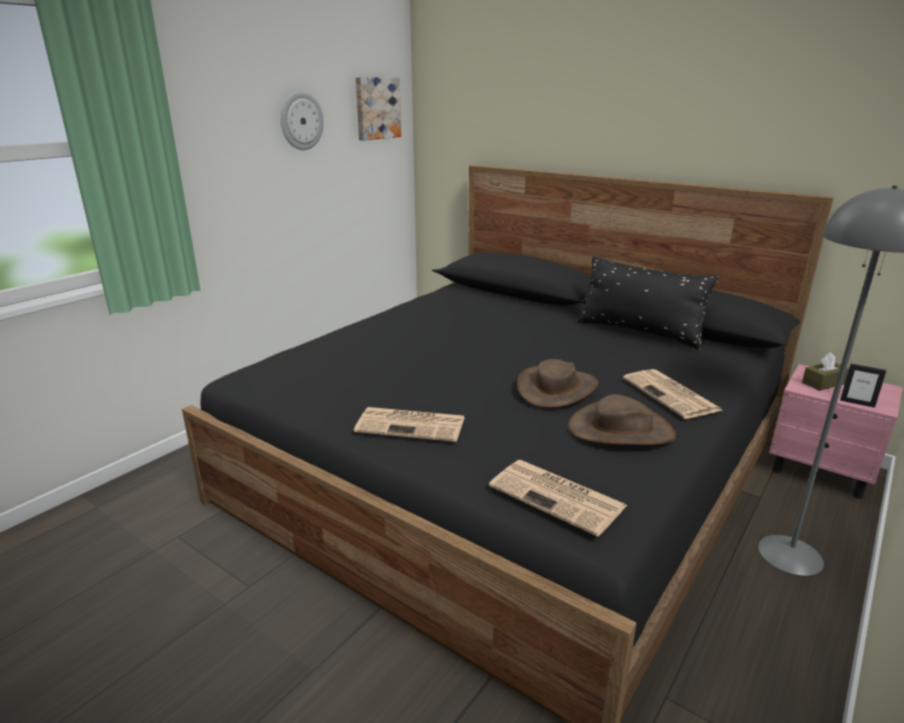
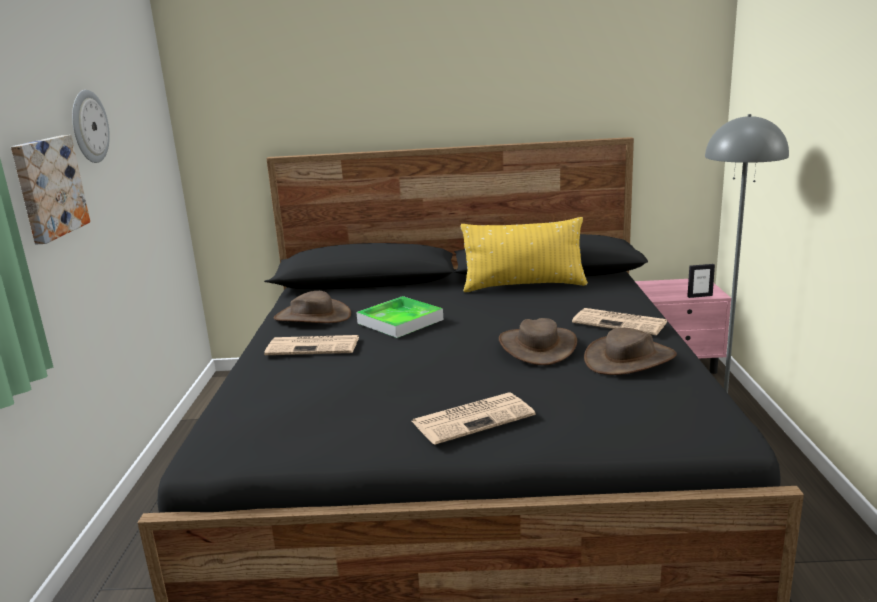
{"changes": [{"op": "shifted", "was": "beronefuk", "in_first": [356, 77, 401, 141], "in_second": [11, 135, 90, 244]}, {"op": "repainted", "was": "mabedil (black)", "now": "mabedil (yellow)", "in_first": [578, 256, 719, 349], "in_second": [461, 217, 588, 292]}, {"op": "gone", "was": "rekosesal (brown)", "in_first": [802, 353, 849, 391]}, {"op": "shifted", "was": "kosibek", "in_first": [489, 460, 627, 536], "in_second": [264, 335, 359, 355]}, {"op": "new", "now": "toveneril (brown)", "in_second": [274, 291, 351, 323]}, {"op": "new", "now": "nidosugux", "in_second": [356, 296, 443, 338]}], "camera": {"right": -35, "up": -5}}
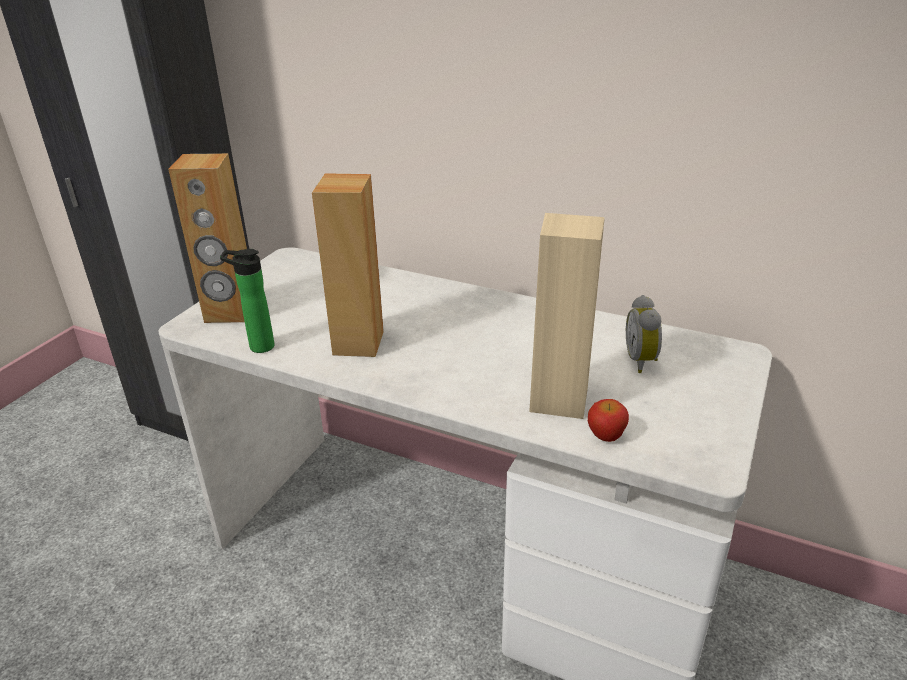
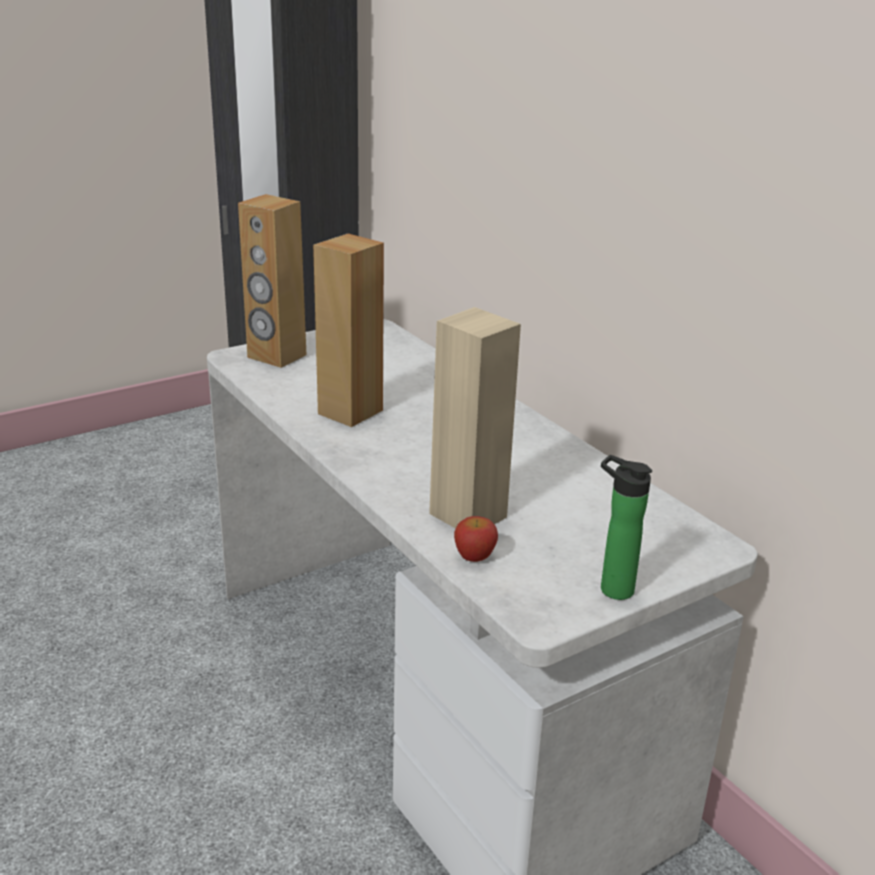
{"changes": [{"op": "shifted", "was": "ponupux", "in_first": [220, 249, 275, 353], "in_second": [601, 455, 652, 600]}, {"op": "gone", "was": "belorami", "in_first": [626, 295, 662, 373]}], "camera": {"right": 30, "up": -5}}
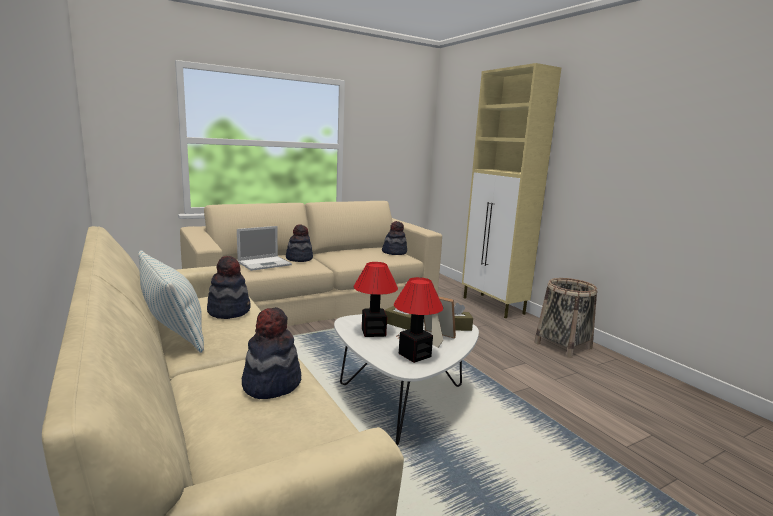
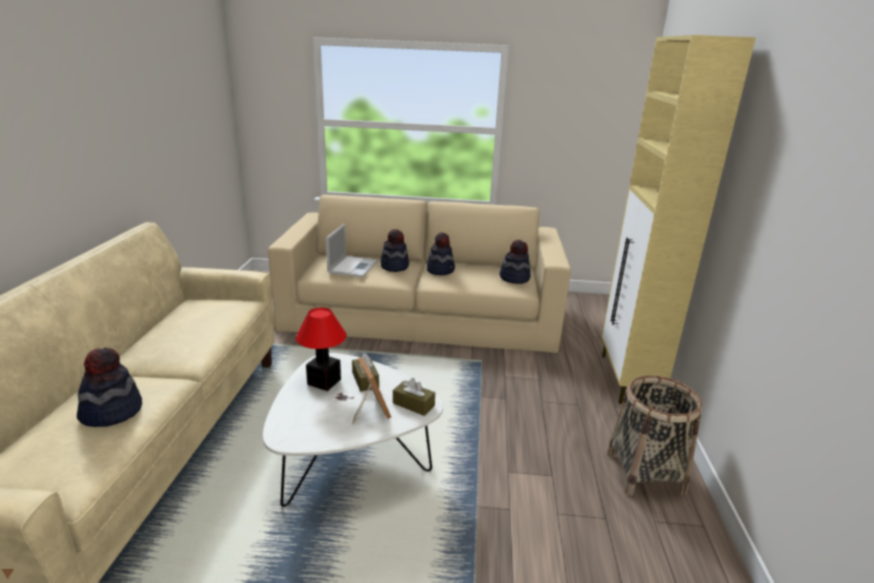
{"changes": [{"op": "rotated", "was": "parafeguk", "in_first": [237, 226, 292, 271], "in_second": [326, 224, 378, 278], "clockwise": -75}, {"op": "gone", "was": "mabedil", "in_first": [138, 250, 204, 353]}, {"op": "shifted", "was": "toveneril", "in_first": [207, 256, 251, 319], "in_second": [426, 232, 455, 275]}, {"op": "gone", "was": "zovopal", "in_first": [394, 277, 443, 363]}], "camera": {"right": 35, "up": 10}}
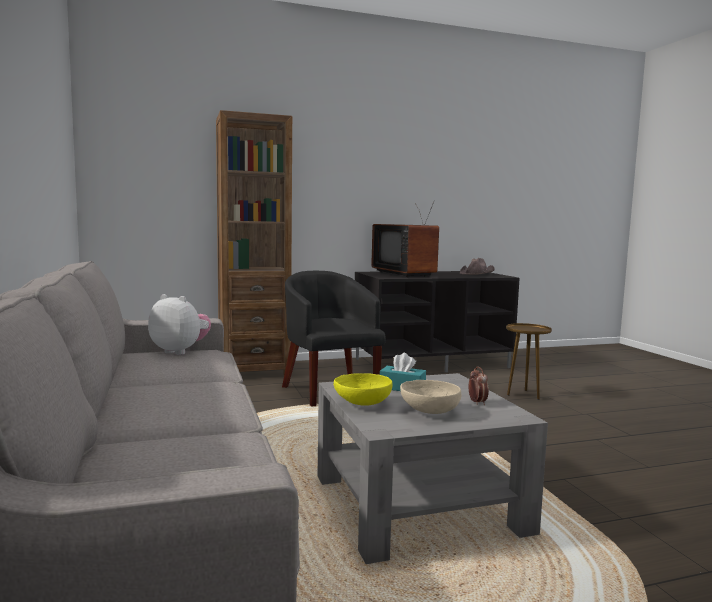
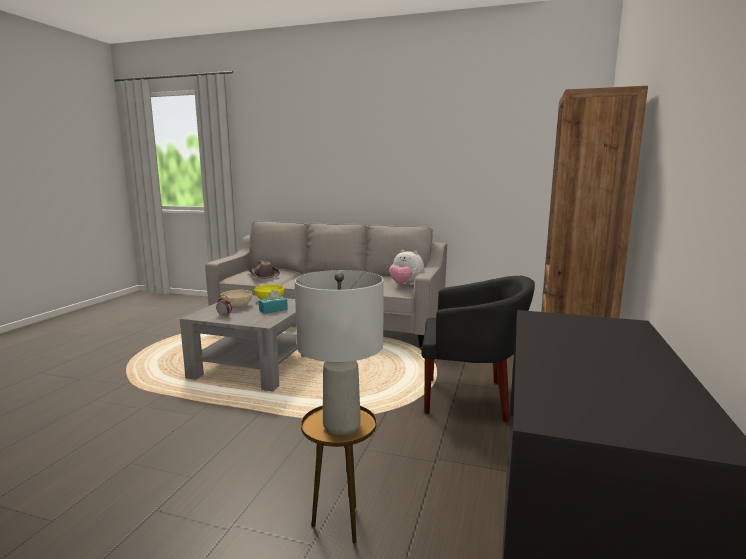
{"changes": [{"op": "gone", "was": "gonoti", "in_first": [371, 200, 439, 277]}, {"op": "shifted", "was": "toveneril (brown)", "in_first": [460, 258, 495, 275], "in_second": [248, 260, 280, 278]}, {"op": "rotated", "was": "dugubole", "in_first": [148, 294, 211, 355], "in_second": [389, 250, 424, 285], "clockwise": 60}, {"op": "new", "now": "zovopal (grey)", "in_second": [295, 270, 384, 435]}], "camera": {"right": 125, "up": 5}}
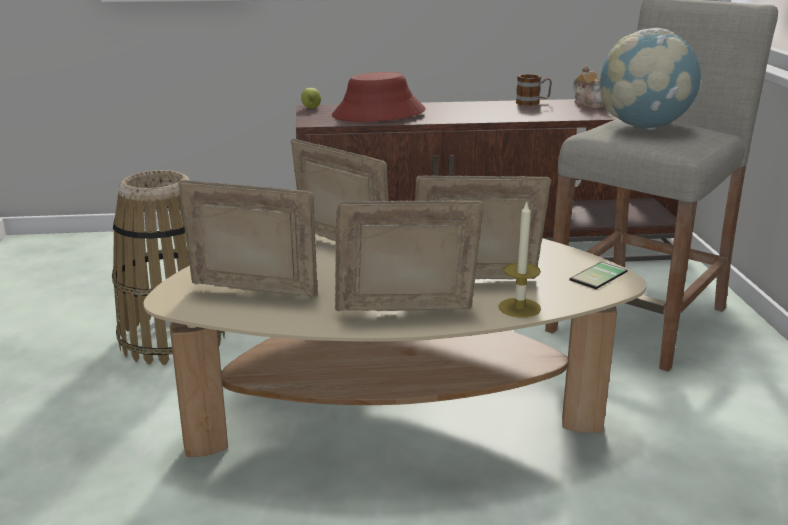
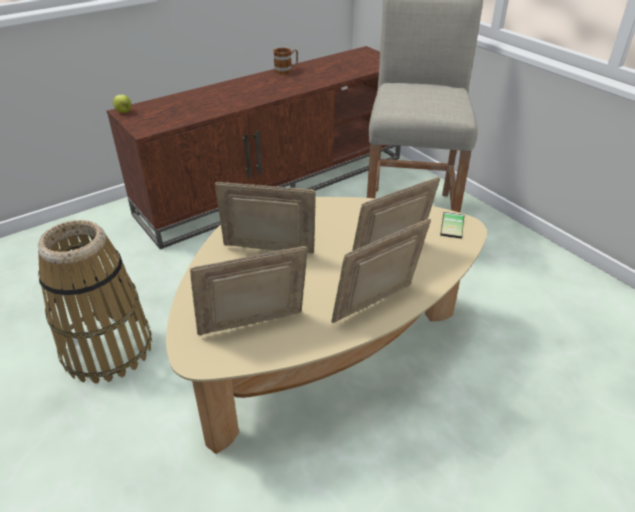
{"changes": [{"op": "gone", "was": "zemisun", "in_first": [600, 28, 702, 130]}, {"op": "gone", "was": "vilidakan", "in_first": [573, 66, 605, 108]}, {"op": "gone", "was": "toveneril (red)", "in_first": [332, 72, 426, 122]}, {"op": "gone", "was": "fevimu", "in_first": [499, 201, 541, 317]}], "camera": {"right": -30, "up": 15}}
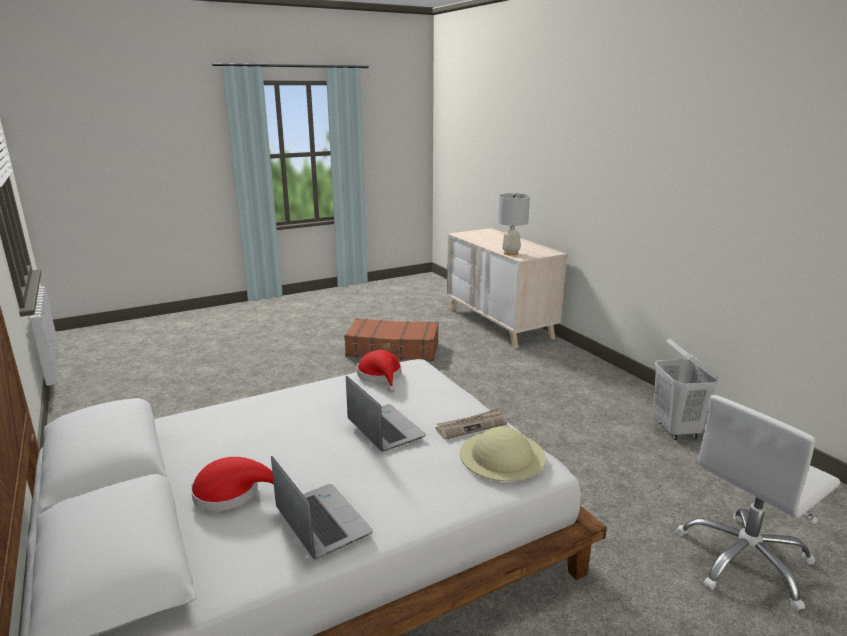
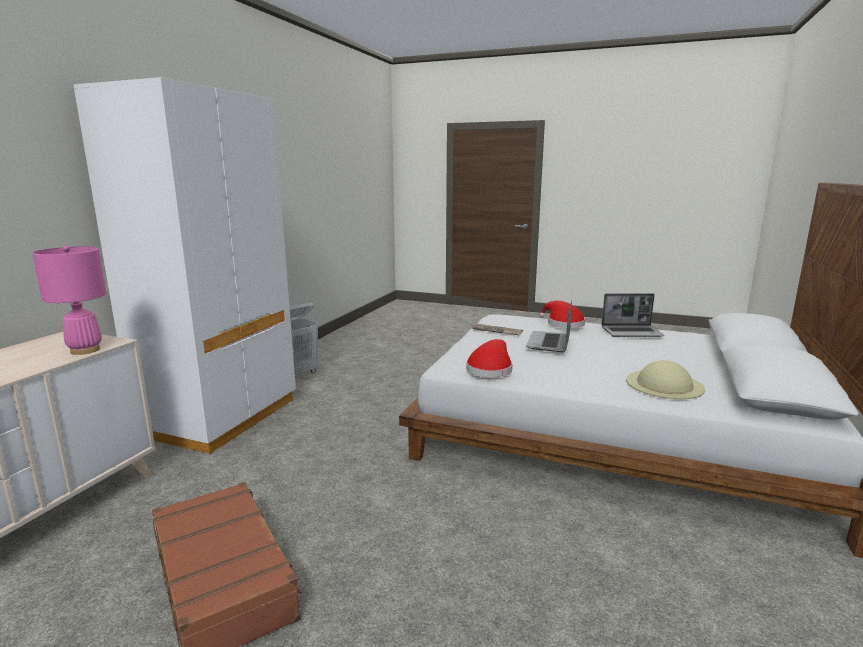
{"changes": [{"op": "repainted", "was": "zovopal (white)", "now": "zovopal (pink)", "in_first": [497, 193, 530, 256], "in_second": [32, 246, 106, 355]}, {"op": "gone", "was": "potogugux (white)", "in_first": [676, 395, 840, 611]}, {"op": "shifted", "was": "toveneril (beige)", "in_first": [460, 427, 546, 482], "in_second": [626, 360, 705, 399]}, {"op": "rotated", "was": "parafeguk", "in_first": [271, 456, 373, 559], "in_second": [602, 293, 664, 337], "clockwise": -105}, {"op": "shifted", "was": "toveneril (red)", "in_first": [191, 457, 274, 511], "in_second": [539, 301, 585, 328]}, {"op": "new", "now": "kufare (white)", "in_second": [73, 77, 296, 454]}], "camera": {"right": -130, "up": -5}}
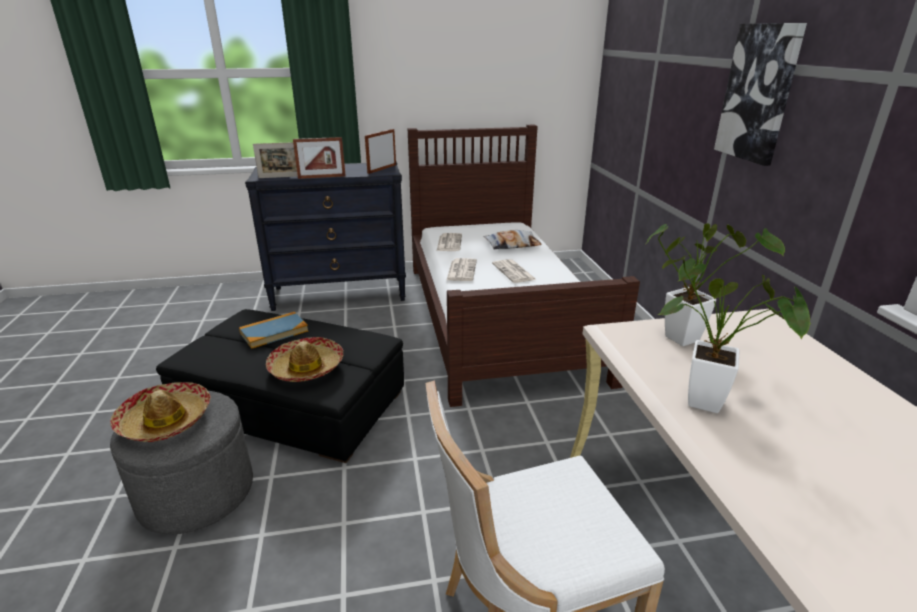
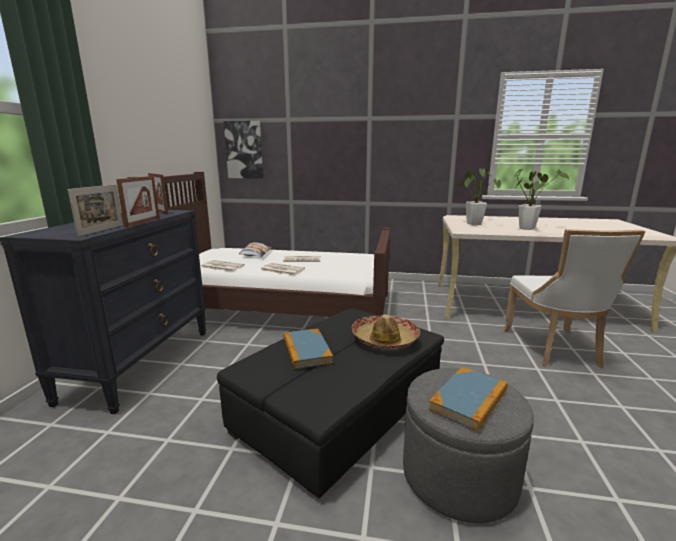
{"changes": [{"op": "shifted", "was": "beronefuk", "in_first": [714, 23, 807, 166], "in_second": [224, 121, 263, 179]}, {"op": "swapped", "was": "toveneril", "now": "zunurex", "in_first": [110, 382, 211, 442], "in_second": [428, 367, 508, 431]}], "camera": {"right": -70, "up": -10}}
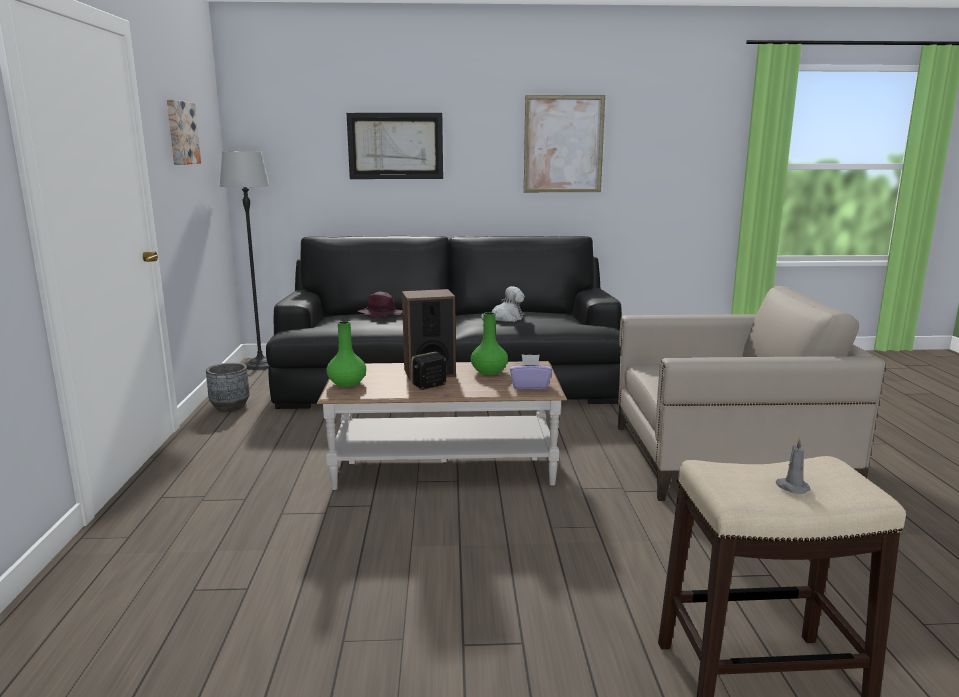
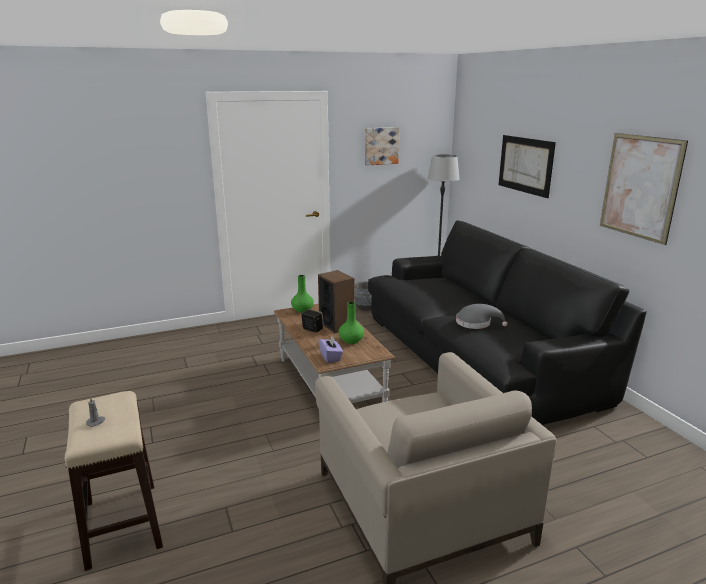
{"changes": [{"op": "swapped", "was": "dugubole", "now": "toveneril (grey)", "in_first": [481, 286, 525, 322], "in_second": [456, 304, 508, 329]}, {"op": "gone", "was": "toveneril (purple)", "in_first": [357, 291, 403, 318]}], "camera": {"right": 70, "up": 5}}
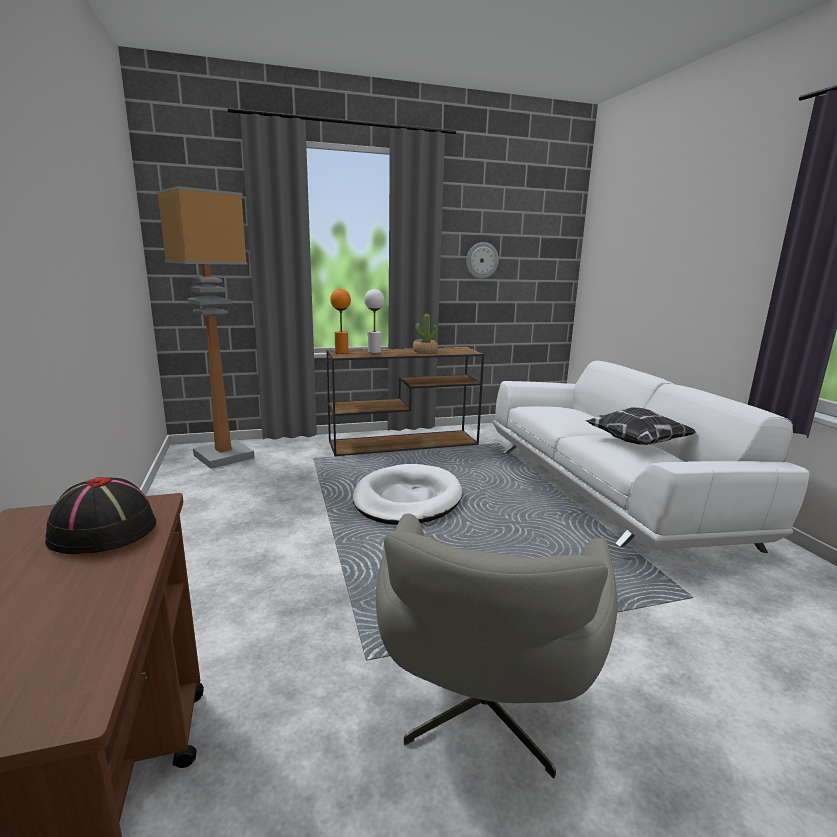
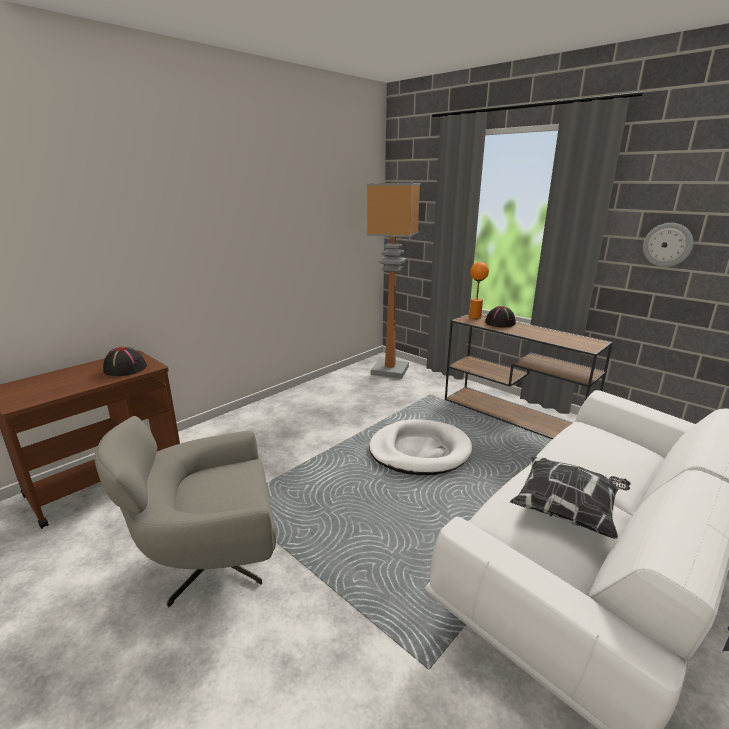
{"changes": [{"op": "swapped", "was": "zovopal (white)", "now": "toveneril (black)", "in_first": [364, 289, 385, 353], "in_second": [485, 306, 516, 327]}, {"op": "gone", "was": "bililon", "in_first": [413, 314, 438, 354]}], "camera": {"right": 60, "up": 5}}
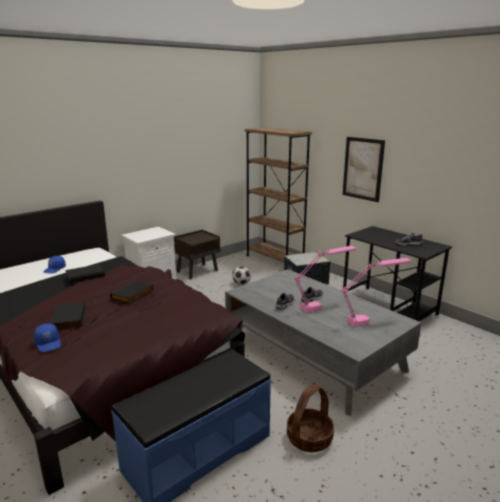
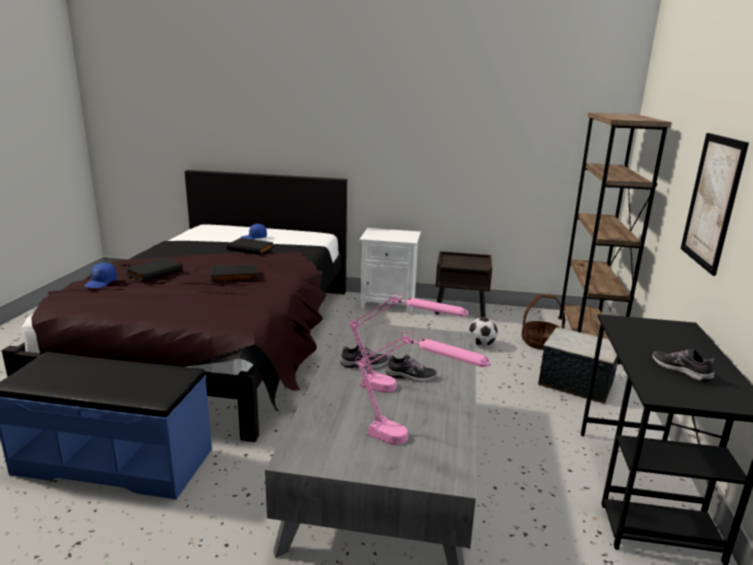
{"changes": [{"op": "shifted", "was": "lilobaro", "in_first": [287, 384, 334, 452], "in_second": [522, 294, 565, 350]}], "camera": {"right": 50, "up": 0}}
